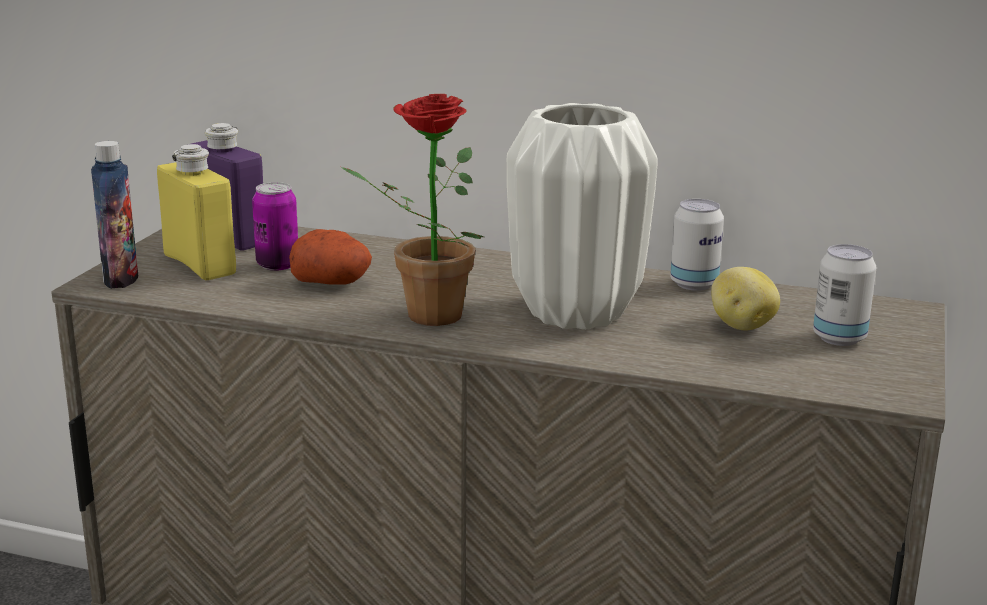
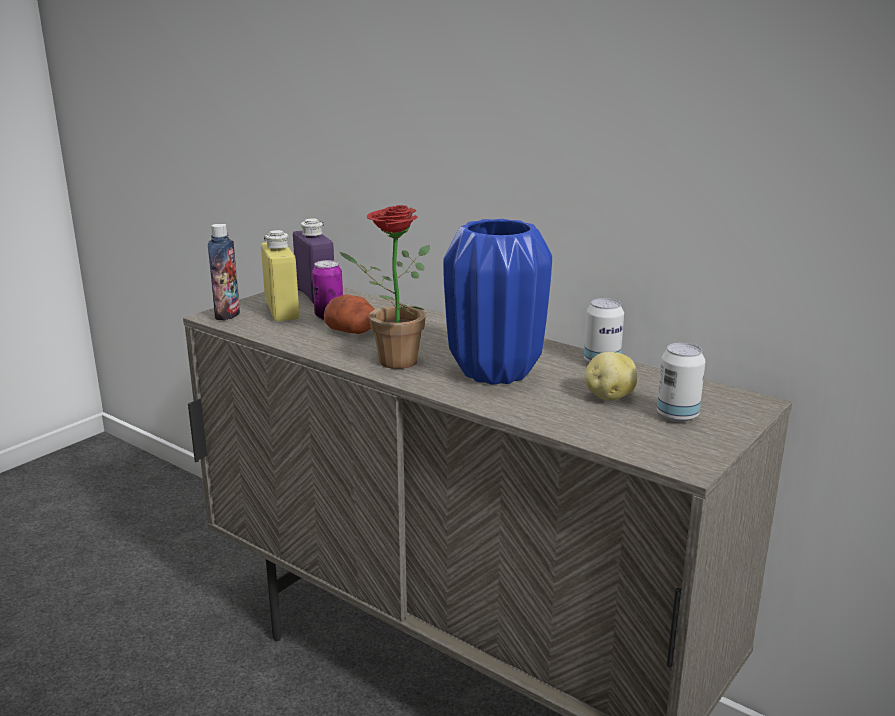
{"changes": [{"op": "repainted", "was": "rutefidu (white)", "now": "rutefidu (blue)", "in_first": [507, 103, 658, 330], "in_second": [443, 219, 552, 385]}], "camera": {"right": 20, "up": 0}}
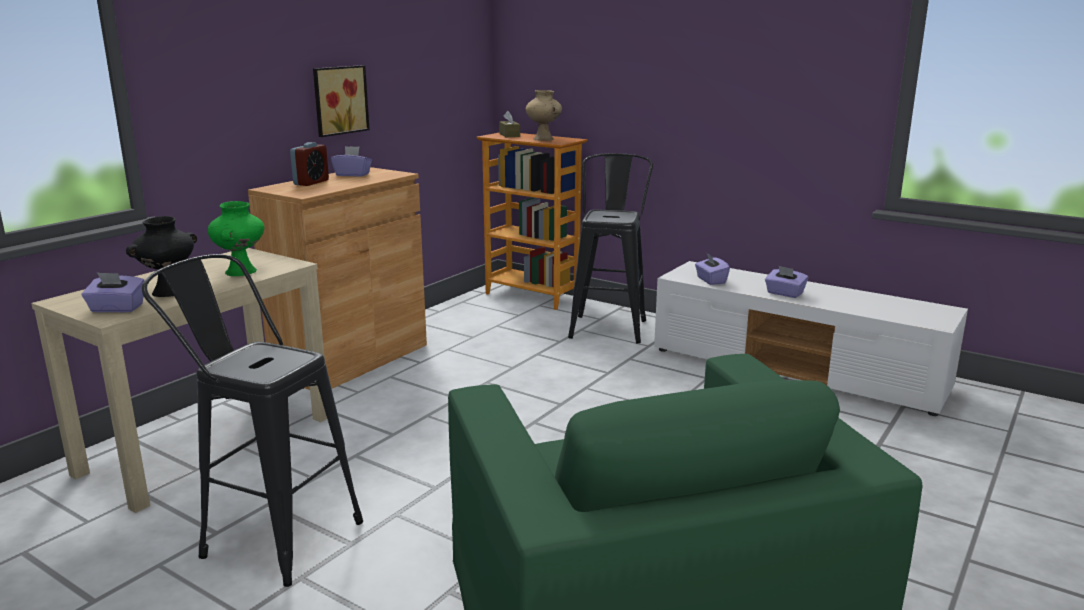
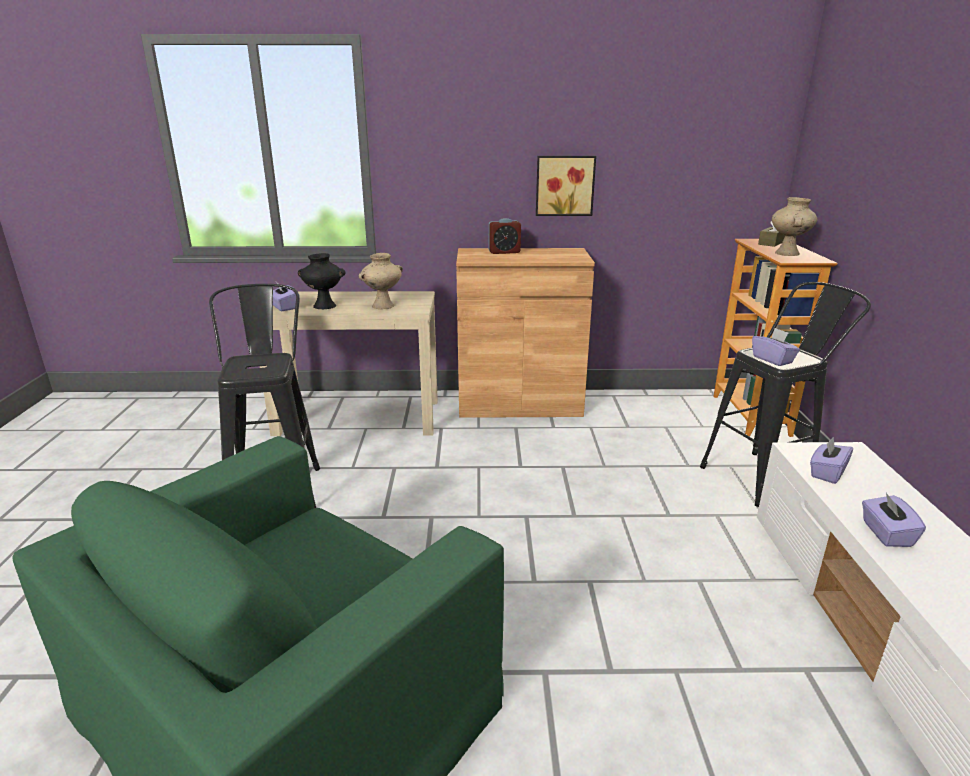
{"changes": [{"op": "shifted", "was": "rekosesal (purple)", "in_first": [331, 146, 372, 177], "in_second": [752, 328, 800, 366]}, {"op": "repainted", "was": "rutefidu (green)", "now": "rutefidu (beige)", "in_first": [208, 201, 264, 276], "in_second": [359, 253, 403, 309]}], "camera": {"right": 55, "up": 5}}
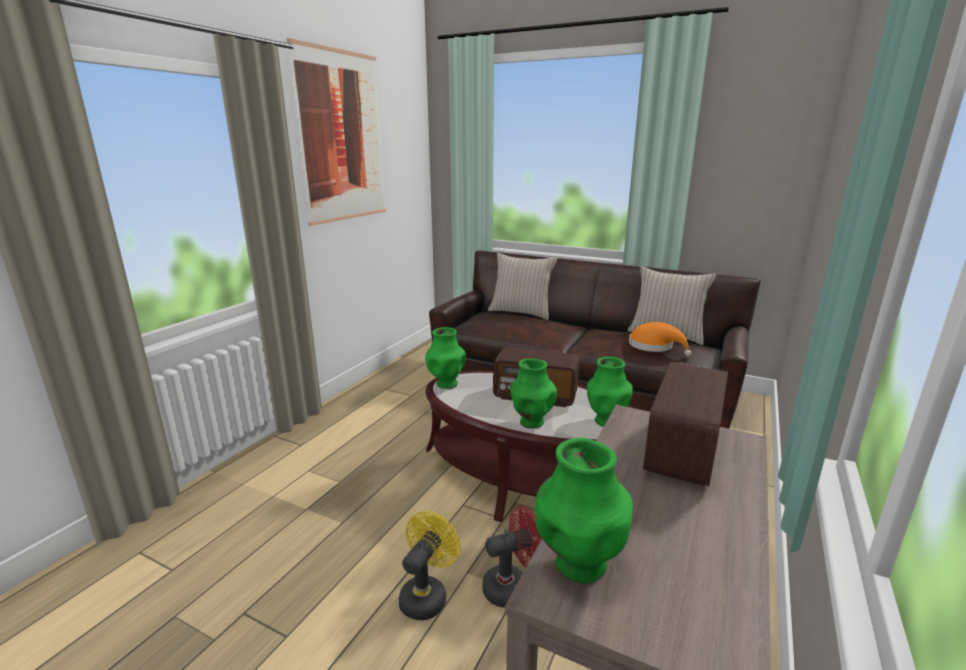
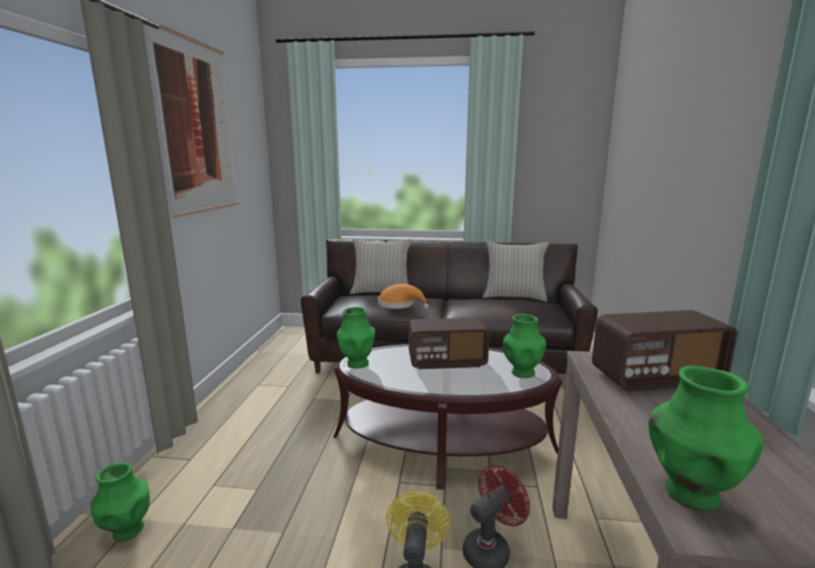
{"changes": [{"op": "shifted", "was": "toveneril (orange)", "in_first": [629, 322, 691, 356], "in_second": [378, 284, 429, 309]}, {"op": "shifted", "was": "rutefidu (green)", "in_first": [510, 358, 557, 429], "in_second": [90, 463, 150, 541]}, {"op": "rotated", "was": "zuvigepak", "in_first": [643, 362, 728, 486], "in_second": [592, 310, 738, 392], "clockwise": -105}], "camera": {"right": -20, "up": -5}}
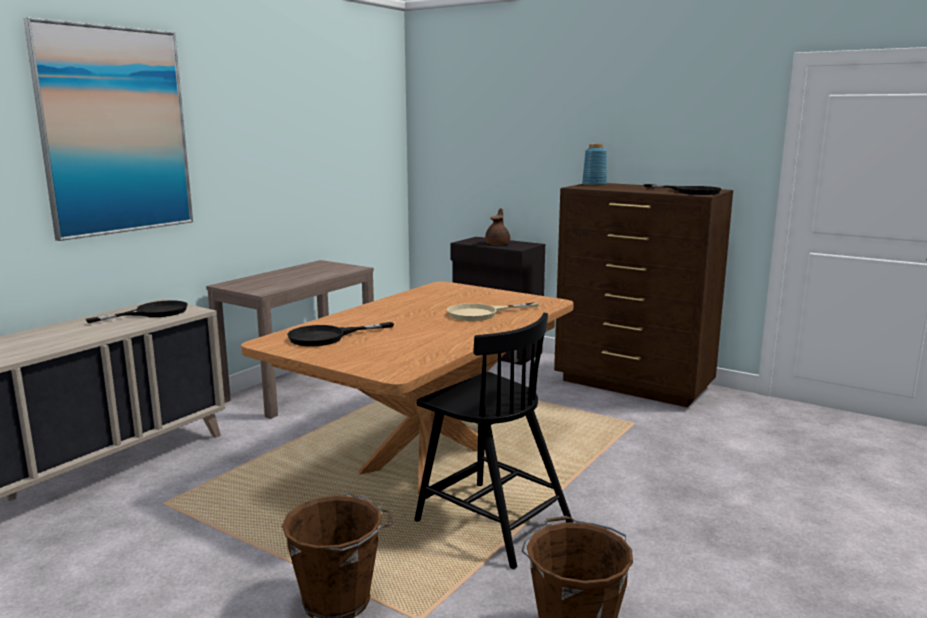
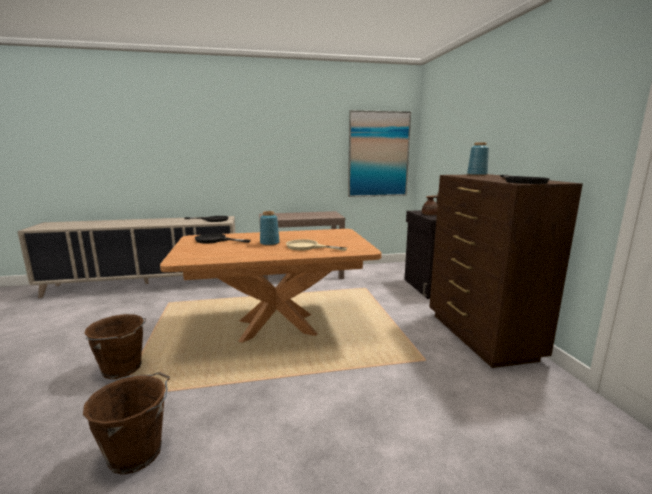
{"changes": [{"op": "shifted", "was": "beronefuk", "in_first": [23, 17, 193, 241], "in_second": [348, 110, 411, 197]}, {"op": "gone", "was": "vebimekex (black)", "in_first": [414, 313, 573, 569]}, {"op": "new", "now": "rutefidu (blue)", "in_second": [260, 211, 280, 246]}], "camera": {"right": 45, "up": 0}}
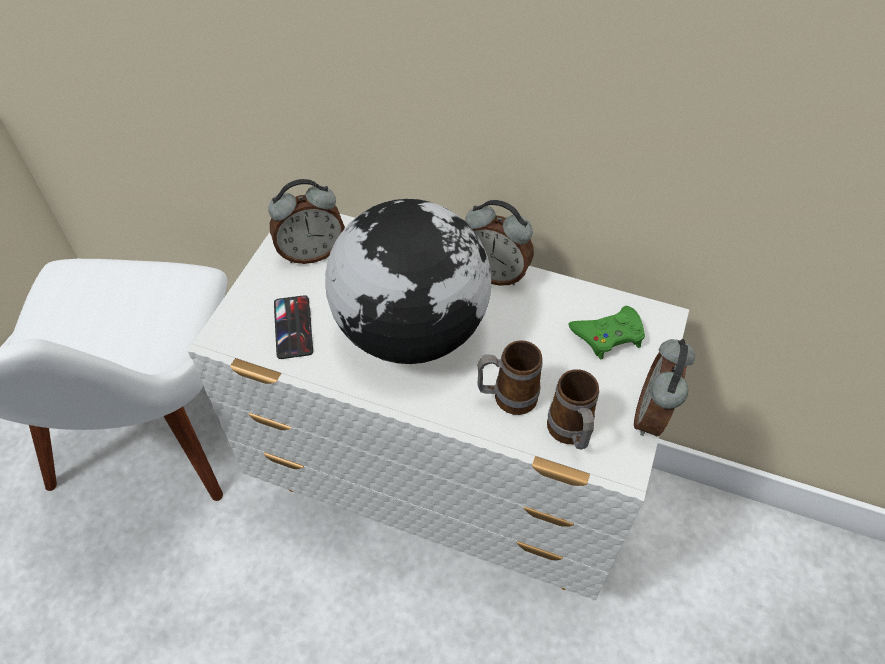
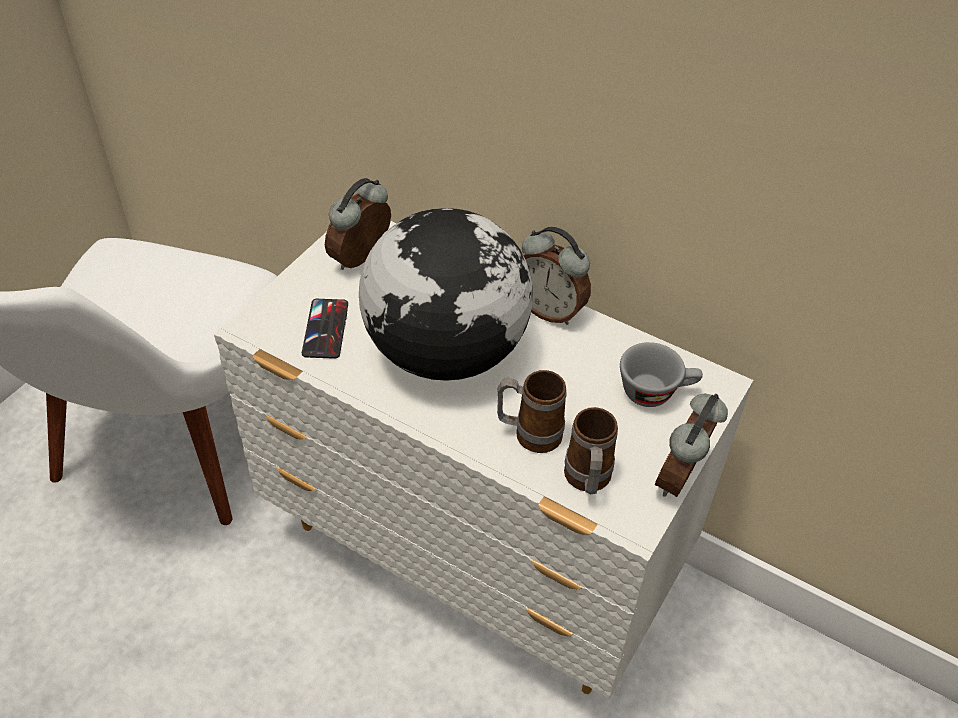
{"changes": [{"op": "rotated", "was": "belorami", "in_first": [268, 179, 345, 264], "in_second": [325, 178, 391, 270], "clockwise": 135}, {"op": "swapped", "was": "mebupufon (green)", "now": "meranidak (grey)", "in_first": [569, 306, 645, 359], "in_second": [620, 342, 703, 407]}], "camera": {"right": 10, "up": -5}}
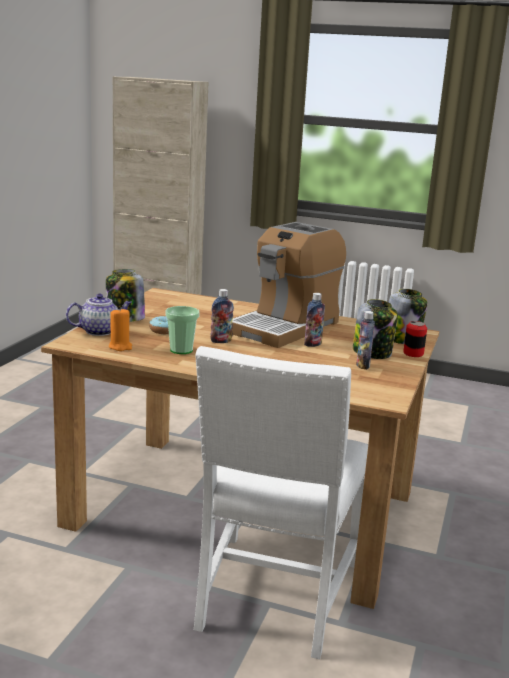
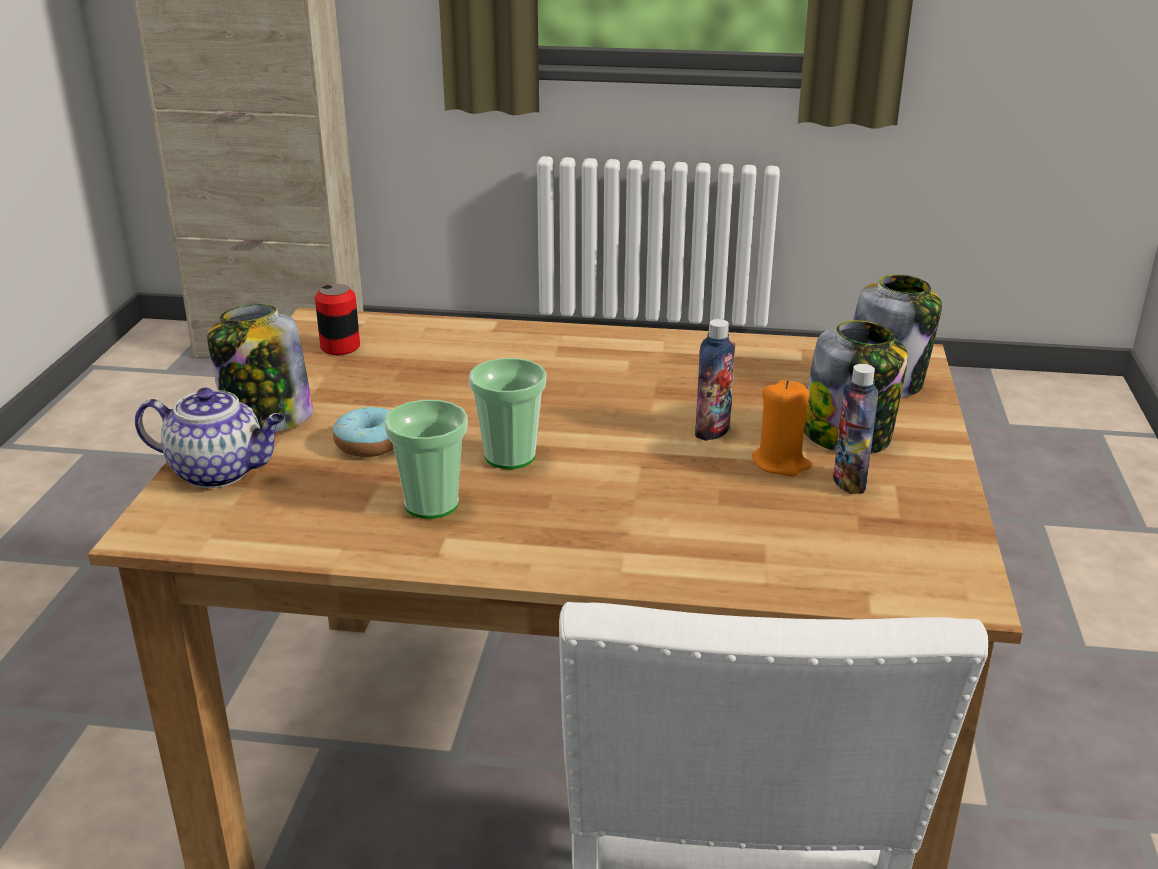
{"changes": [{"op": "gone", "was": "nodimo", "in_first": [232, 222, 346, 348]}, {"op": "swapped", "was": "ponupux", "now": "meranidak", "in_first": [210, 289, 234, 343], "in_second": [469, 358, 546, 469]}, {"op": "rotated", "was": "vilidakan", "in_first": [66, 294, 132, 336], "in_second": [135, 387, 285, 488], "clockwise": 45}, {"op": "shifted", "was": "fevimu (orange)", "in_first": [109, 307, 132, 351], "in_second": [752, 380, 811, 476]}, {"op": "shifted", "was": "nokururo", "in_first": [403, 321, 427, 357], "in_second": [315, 284, 360, 355]}], "camera": {"right": -10, "up": 10}}
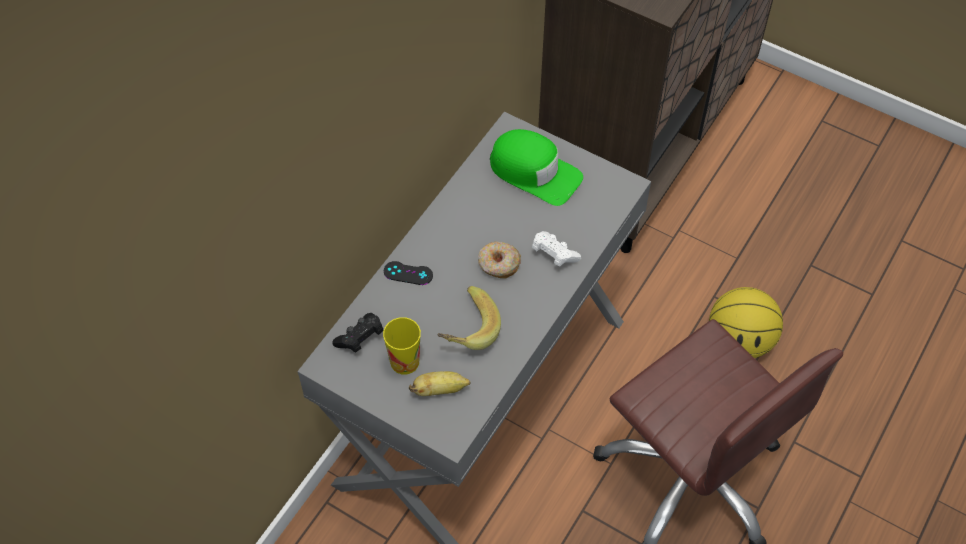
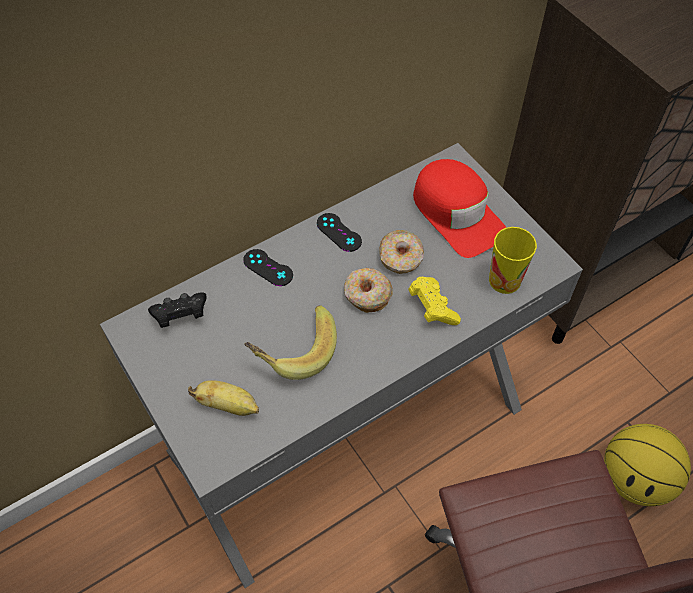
{"changes": [{"op": "repainted", "was": "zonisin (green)", "now": "zonisin (red)", "in_first": [490, 129, 583, 206], "in_second": [413, 159, 506, 258]}, {"op": "repainted", "was": "mebupufon (white)", "now": "mebupufon (yellow)", "in_first": [532, 231, 581, 267], "in_second": [408, 277, 461, 325]}, {"op": "shifted", "was": "meranidak", "in_first": [383, 317, 421, 375], "in_second": [489, 227, 537, 294]}, {"op": "new", "now": "mebupufon (black)", "in_second": [317, 213, 362, 252]}, {"op": "new", "now": "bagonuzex", "in_second": [379, 230, 424, 274]}], "camera": {"right": 25, "up": 0}}
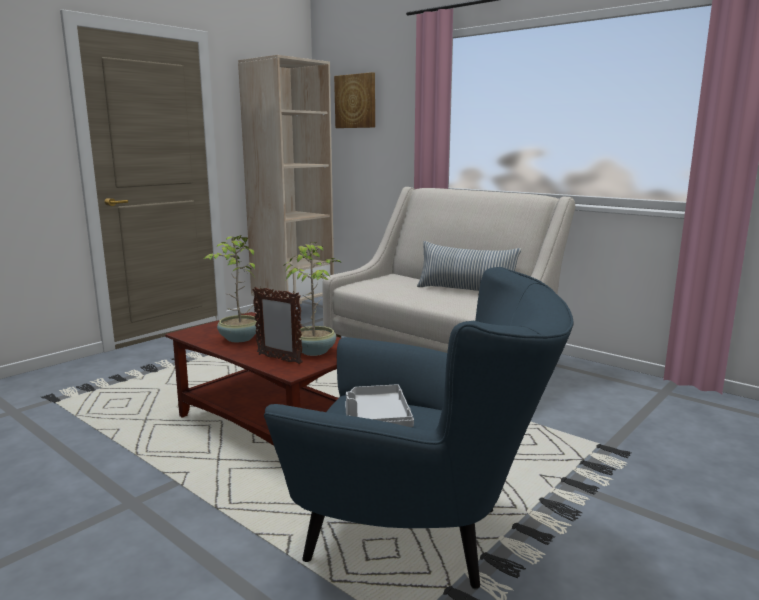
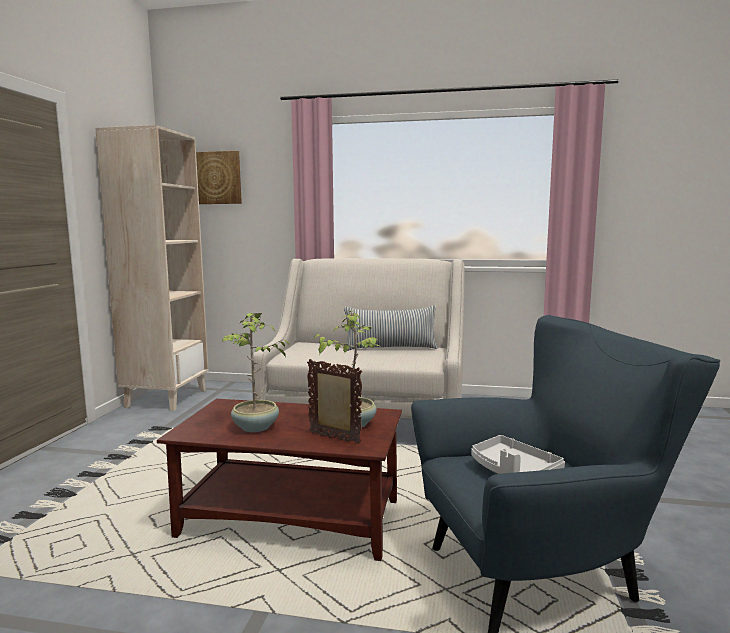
{"changes": [{"op": "rotated", "was": "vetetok", "in_first": [253, 287, 303, 365], "in_second": [307, 359, 362, 444], "clockwise": -150}], "camera": {"right": -30, "up": -5}}
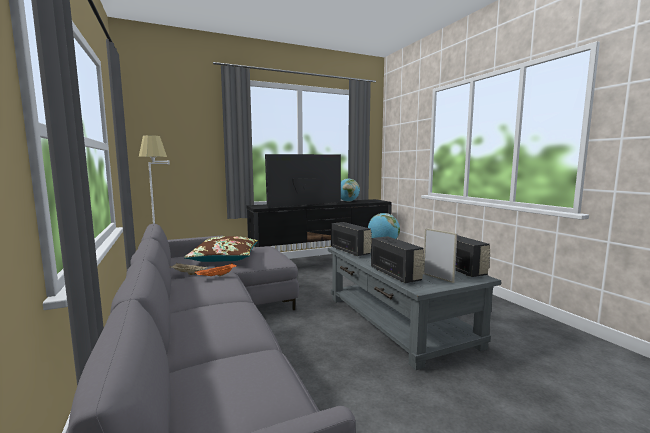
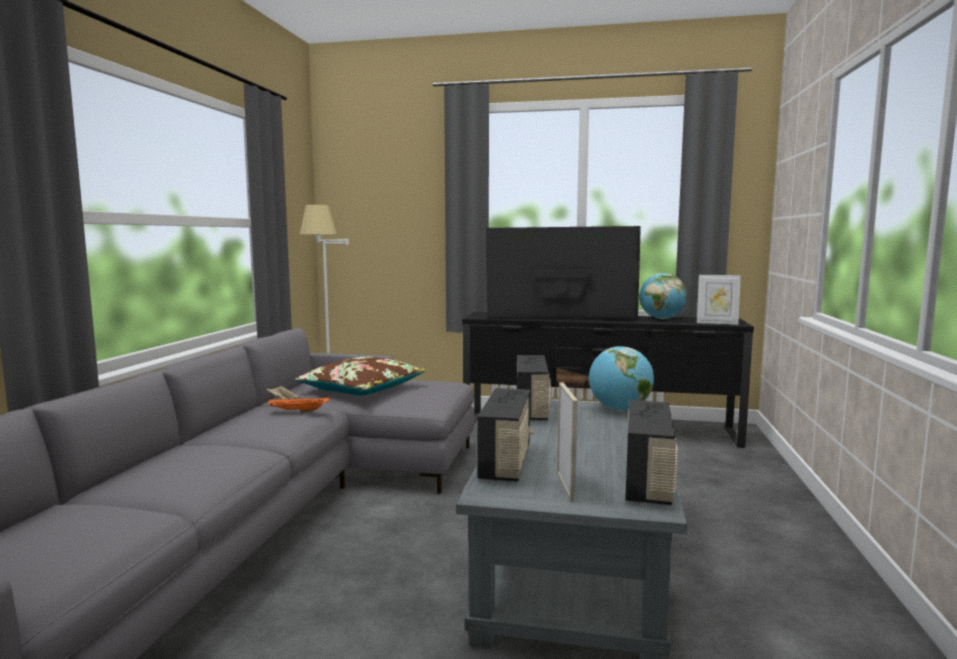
{"changes": [{"op": "new", "now": "vetetok", "in_second": [697, 275, 741, 325]}], "camera": {"right": 35, "up": 0}}
